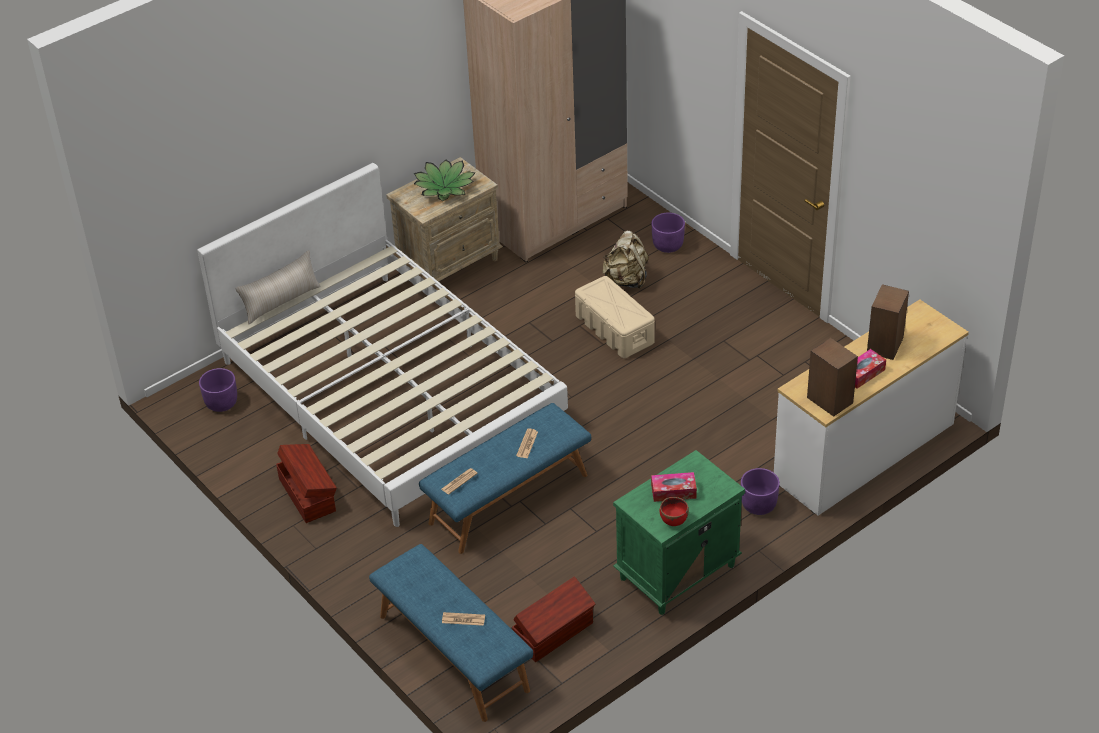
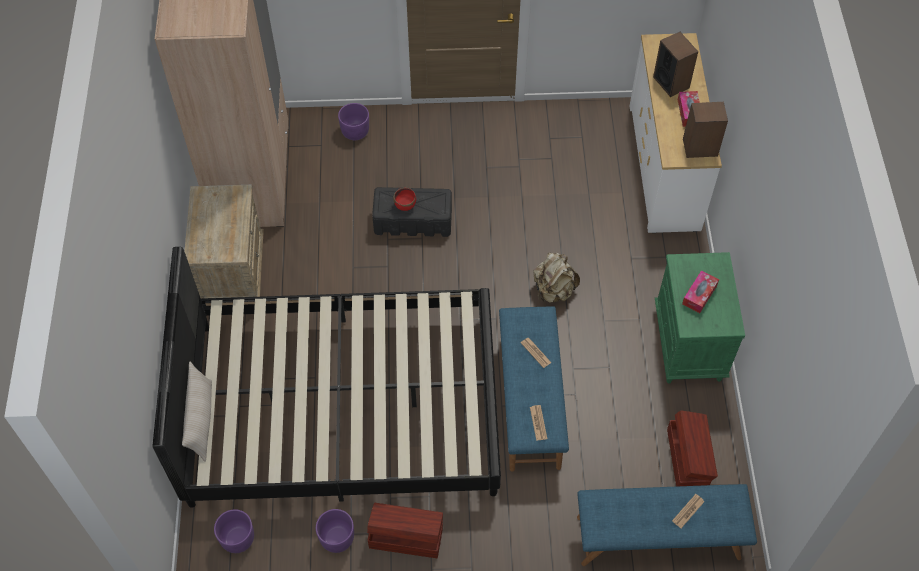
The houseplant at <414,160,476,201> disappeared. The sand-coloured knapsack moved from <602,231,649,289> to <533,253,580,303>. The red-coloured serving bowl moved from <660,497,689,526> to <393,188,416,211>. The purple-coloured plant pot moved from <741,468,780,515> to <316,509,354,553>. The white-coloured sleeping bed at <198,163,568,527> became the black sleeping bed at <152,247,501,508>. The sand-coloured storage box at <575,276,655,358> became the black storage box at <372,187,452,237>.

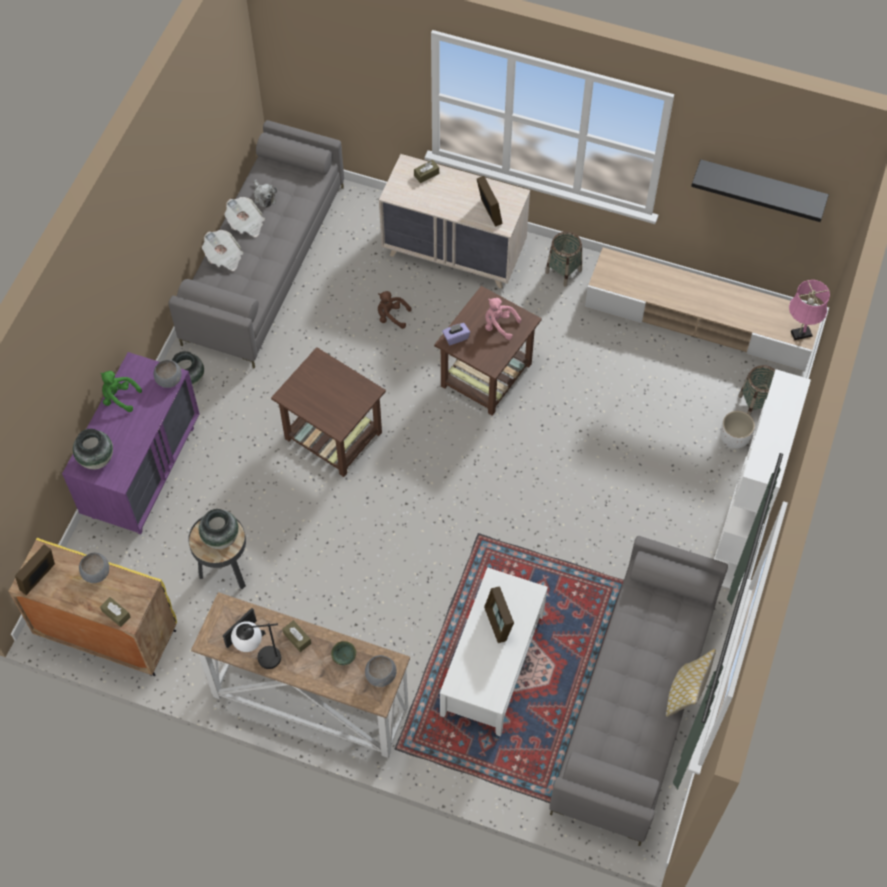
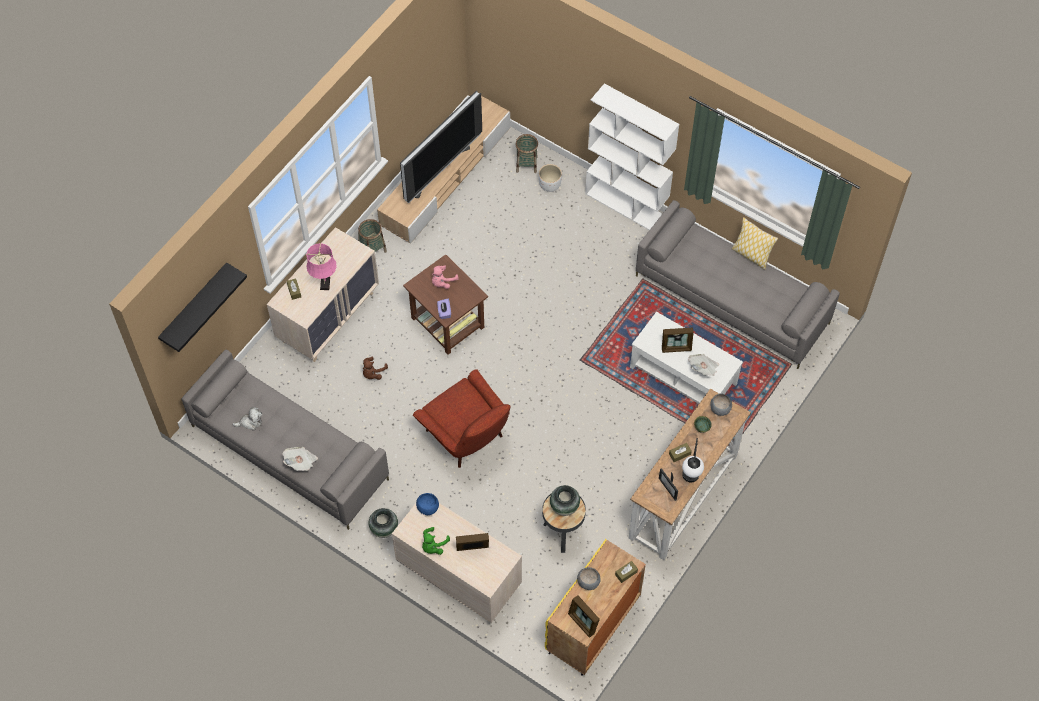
The vase at <73,429,113,470> disappeared. The television at <400,91,482,203> appeared. The daily paper moved from <225,197,265,237> to <688,354,719,376>. The picture frame moved from <477,176,503,227> to <456,533,489,551>. The black wall shelf moved from <691,159,829,222> to <158,262,247,352>. The pinkish tabletop lamp moved from <789,280,830,340> to <306,243,337,290>. The brown-coloured side table at <271,347,386,477> was replaced by the red-coloured lounge chair at <413,369,510,468>. The purple-coloured chest of drawers at <62,352,200,534> became the sand-coloured chest of drawers at <392,493,522,623>. The grey serving bowl at <154,360,182,388> became the bluish serving bowl at <416,493,439,515>.

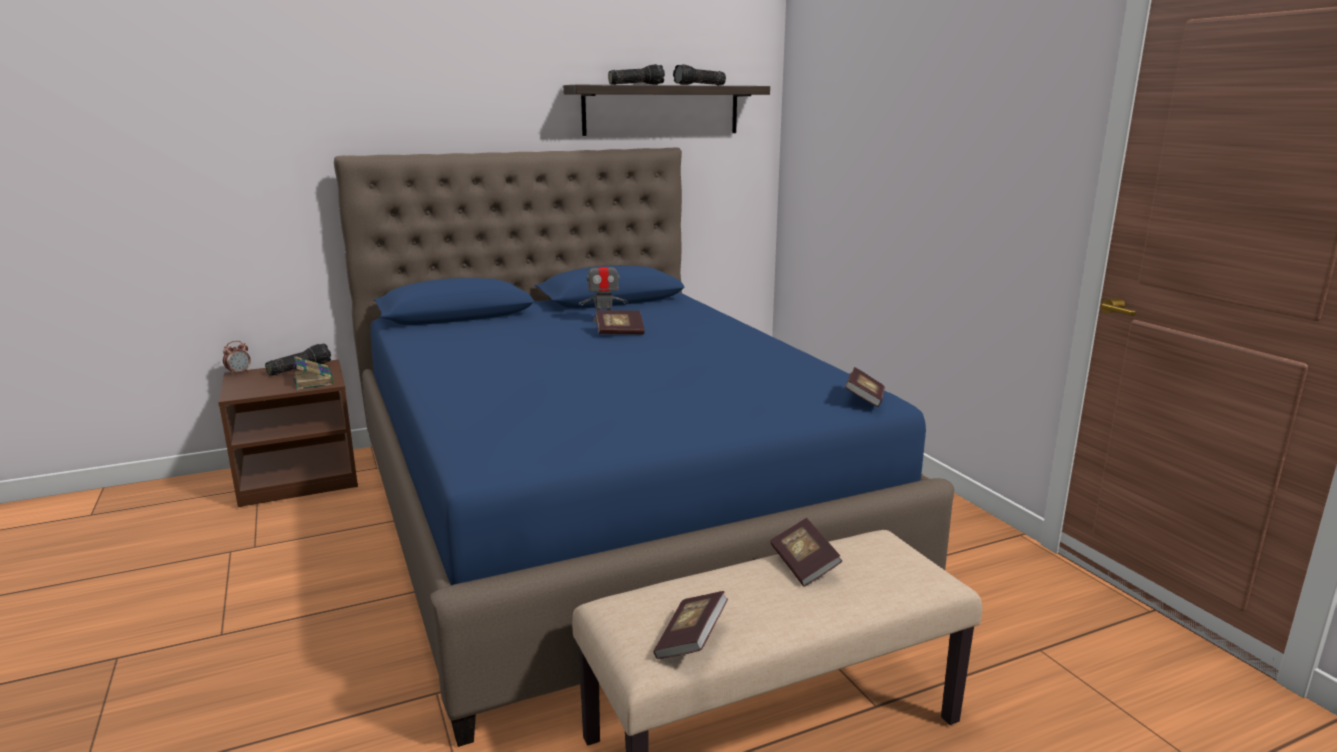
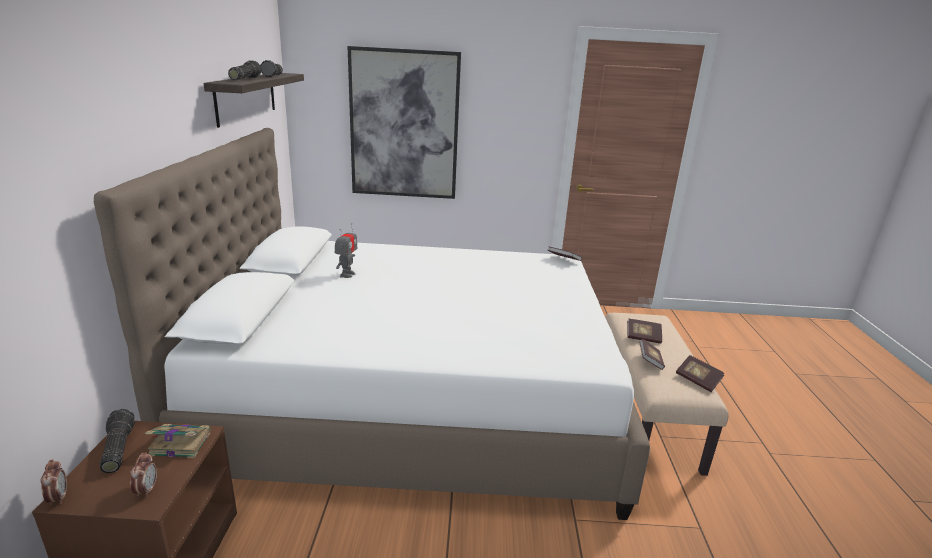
The bedside clock at <130,452,157,498> appeared. The wall picture at <348,46,461,199> appeared. The book moved from <595,310,645,335> to <639,339,665,370>. The bluish sleeping bed at <334,148,954,747> became the white-coloured sleeping bed at <94,128,650,520>.

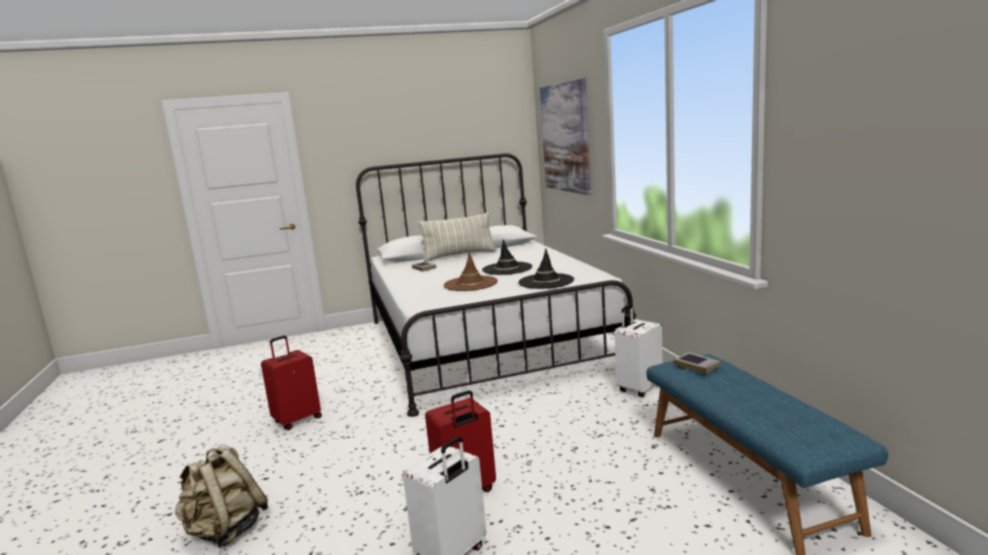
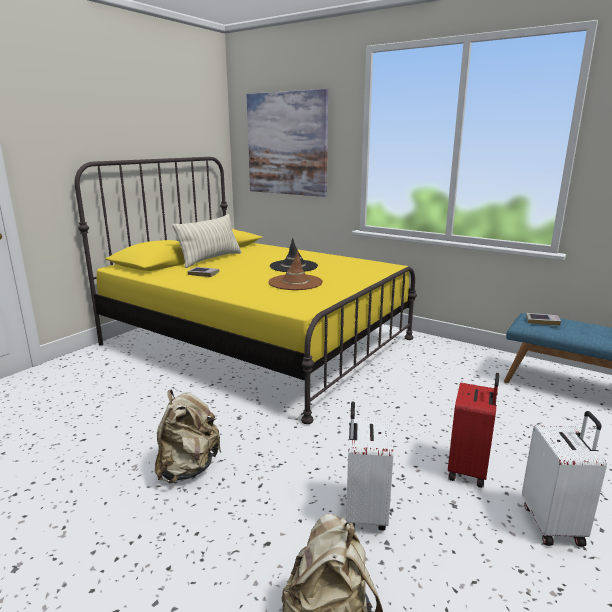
The black hat at <518,248,574,289> disappeared. The white-coloured suitcase moved from <614,305,663,397> to <346,401,394,530>. The red-coloured suitcase at <261,336,322,430> was replaced by the sand-coloured knapsack at <155,389,221,483>. The white-coloured sleeping bed at <356,153,636,417> became the yellowish sleeping bed at <75,157,417,424>.

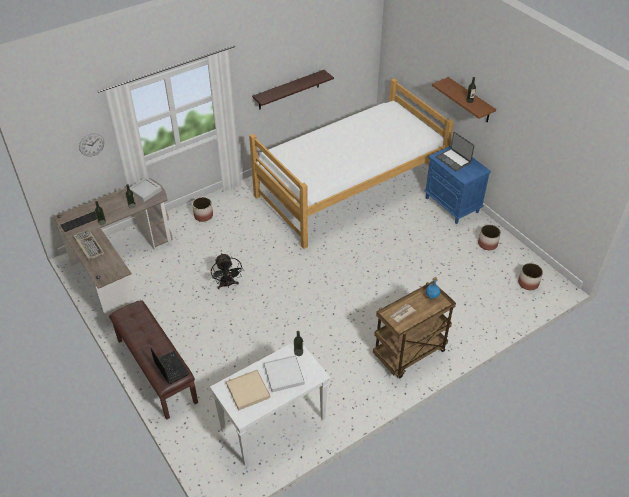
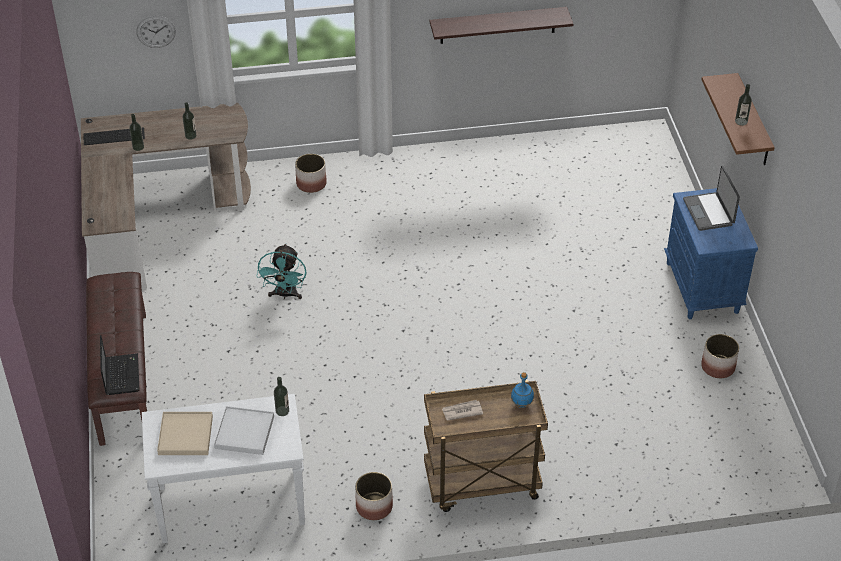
The PC keyboard at <73,229,105,260> disappeared. The grey tray at <129,177,162,202> disappeared. The sleeping bed at <249,78,454,249> disappeared. The plant pot moved from <518,263,543,290> to <355,472,393,520>. The black cooling fan at <211,253,243,289> became the turquoise cooling fan at <256,243,307,300>.

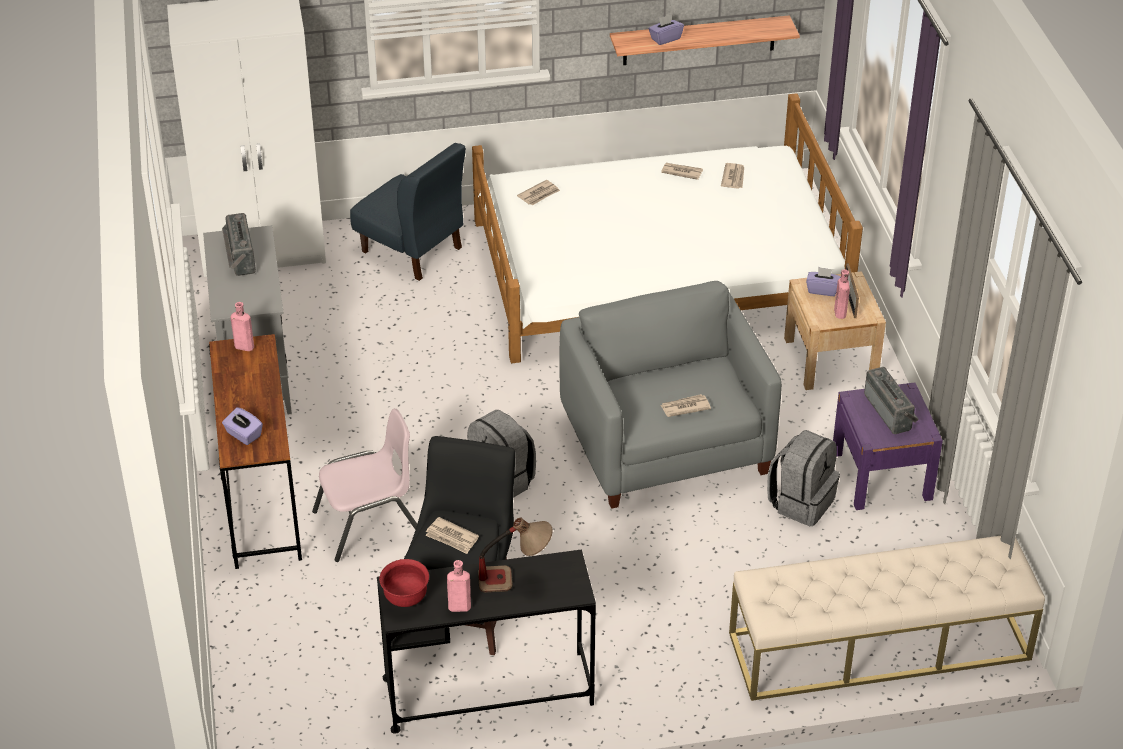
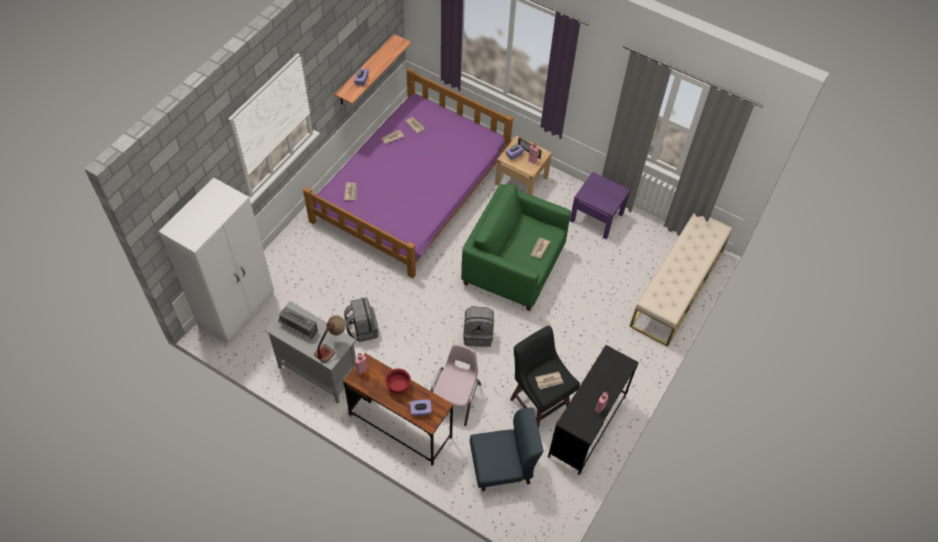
The radio at <864,367,919,434> disappeared. The bluish upright chair moved from <350,143,466,281> to <470,407,544,491>. The red-coloured serving bowl moved from <379,559,429,607> to <385,369,411,394>. The tabletop lamp moved from <478,518,553,593> to <314,315,345,363>. The grey knapsack moved from <767,430,840,526> to <344,297,378,342>. The white-coloured sleeping bed at <472,93,863,363> became the purple-coloured sleeping bed at <303,68,513,278>. The grey lounge chair at <560,281,782,509> became the greenish lounge chair at <461,184,571,311>.

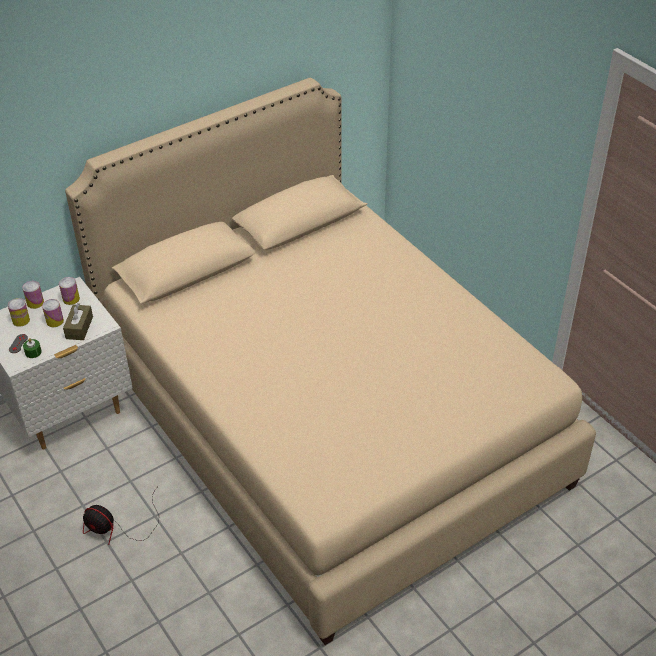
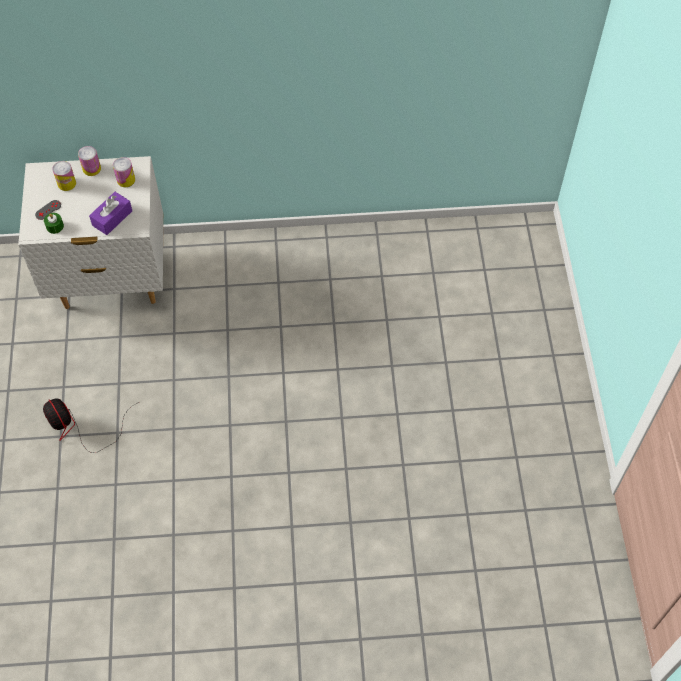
The metal can at <42,299,64,327> disappeared. The sand-coloured sleeping bed at <65,77,596,645> disappeared. The brown-coloured tissue box at <63,303,93,340> became the purple-coloured tissue box at <89,192,132,235>.

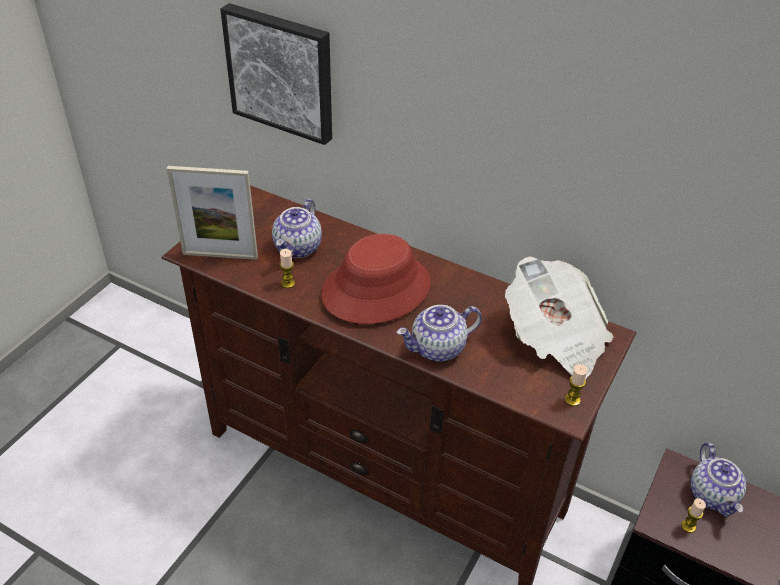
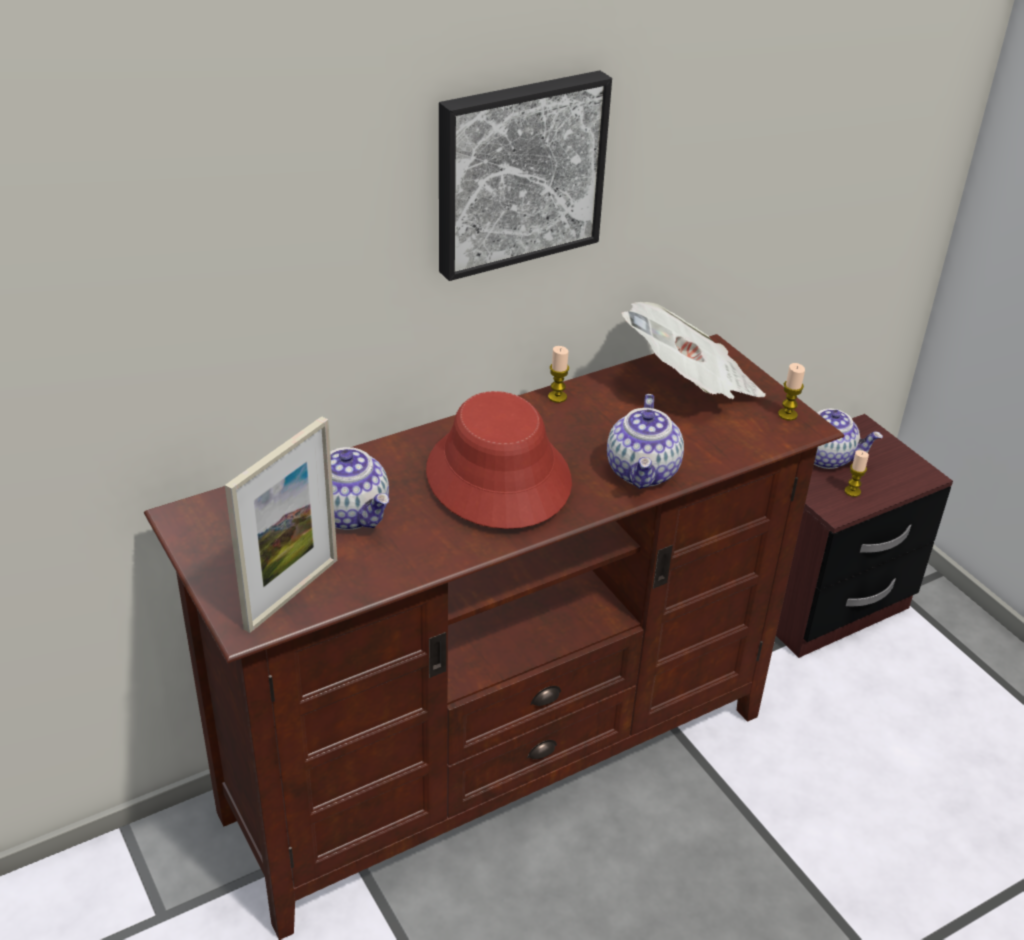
The wall picture moved from <220,3,332,145> to <439,70,612,281>. The wax light moved from <279,249,295,288> to <548,346,569,403>.

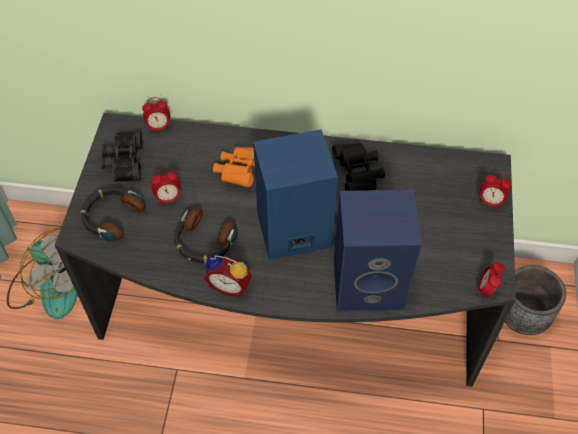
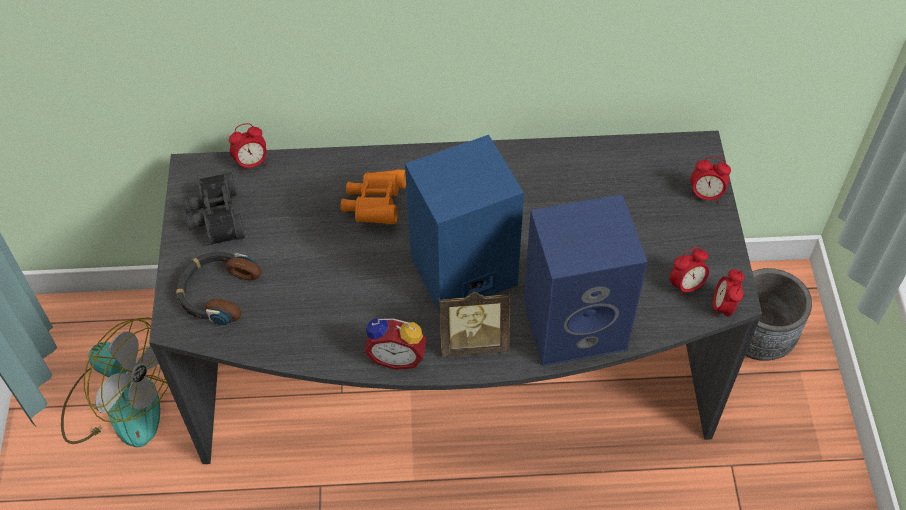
The pair of headphones at <174,207,238,264> disappeared. The black binoculars at <332,143,385,191> disappeared. The picture frame at <439,292,510,357> appeared. The bedside clock moved from <151,169,181,206> to <670,247,709,298>.

